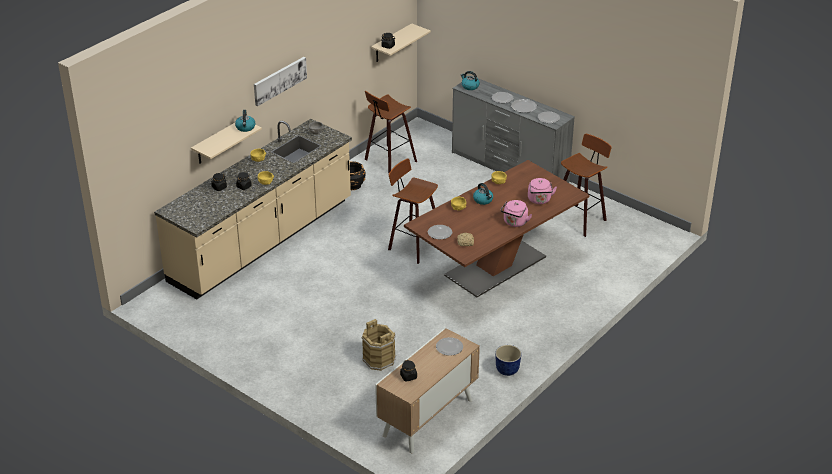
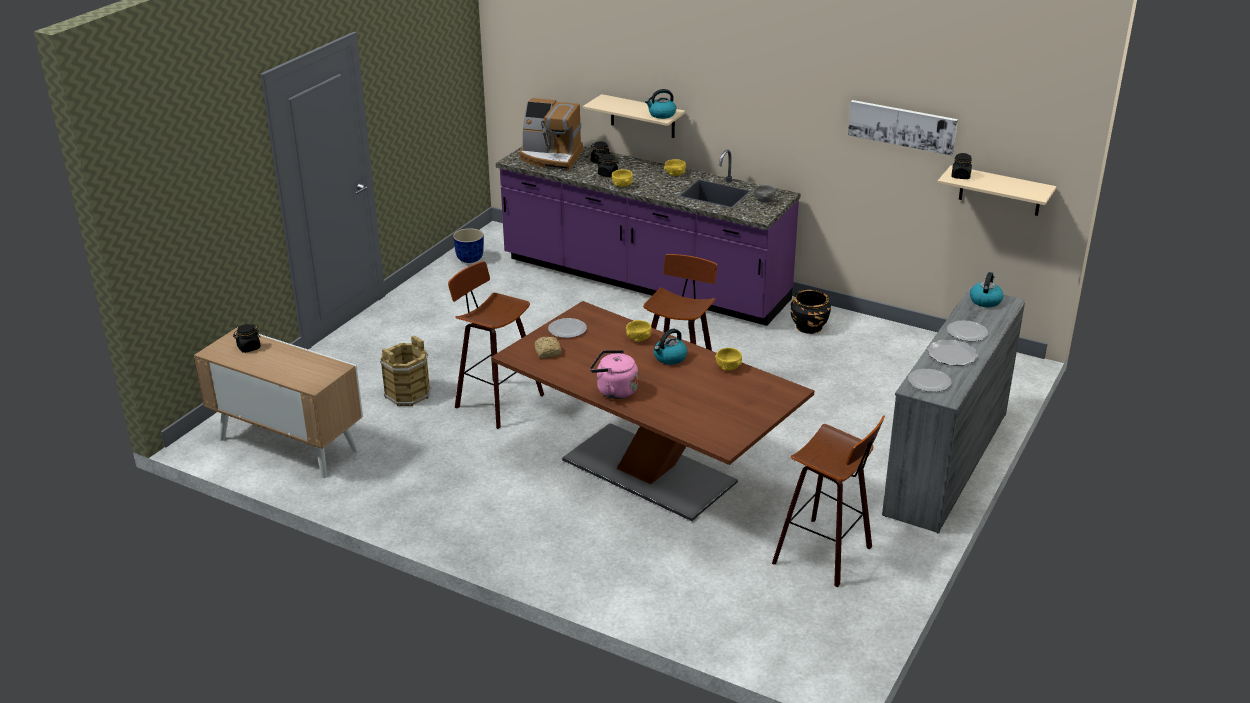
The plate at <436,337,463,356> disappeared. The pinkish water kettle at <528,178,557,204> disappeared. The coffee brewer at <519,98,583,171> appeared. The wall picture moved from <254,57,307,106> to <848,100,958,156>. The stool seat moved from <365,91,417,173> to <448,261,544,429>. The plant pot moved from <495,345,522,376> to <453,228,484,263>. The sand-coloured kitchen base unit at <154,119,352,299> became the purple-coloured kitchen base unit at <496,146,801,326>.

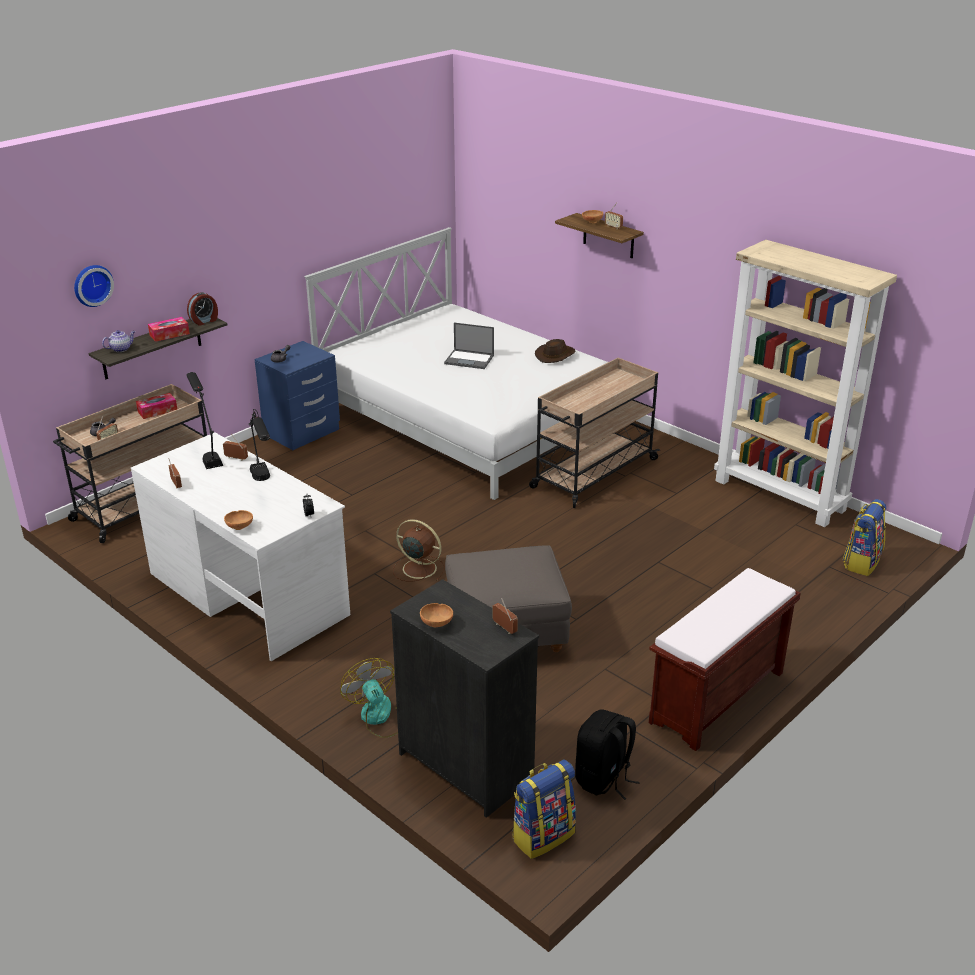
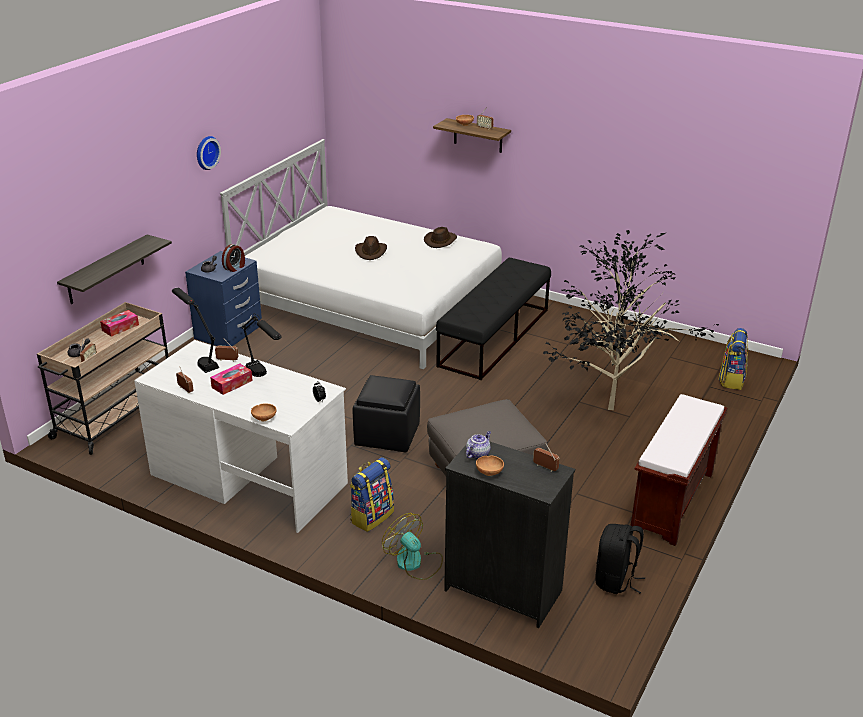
The sand-coloured bookshelf at <714,240,897,527> disappeared. The houseplant at <543,230,719,410> appeared. The hanging clock moved from <74,265,114,307> to <197,136,221,170>. The pot for tea moved from <102,330,135,352> to <466,431,491,459>. The tissue box moved from <148,317,190,342> to <210,363,253,395>. The bedside clock moved from <187,292,218,326> to <222,244,245,272>. The knapsack moved from <512,759,576,859> to <350,457,394,532>. The brown-coloured cooling fan at <393,519,445,582> was replaced by the black ottoman at <353,375,420,452>. The laptop at <444,323,494,369> was replaced by the brown-coloured hat at <355,236,387,260>. The sand-coloured trolley at <529,358,660,508> was replaced by the black bench at <436,258,551,380>.

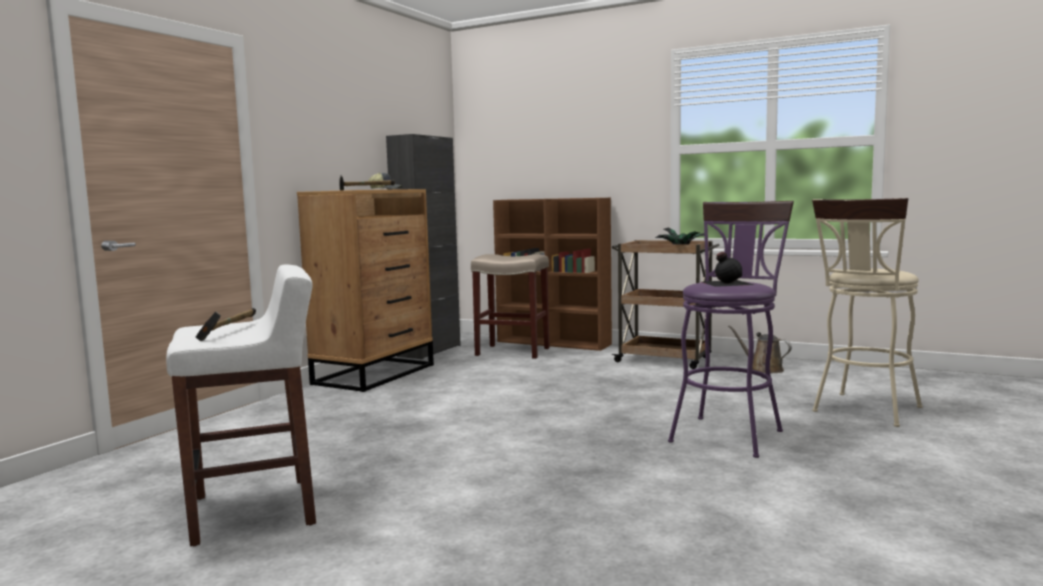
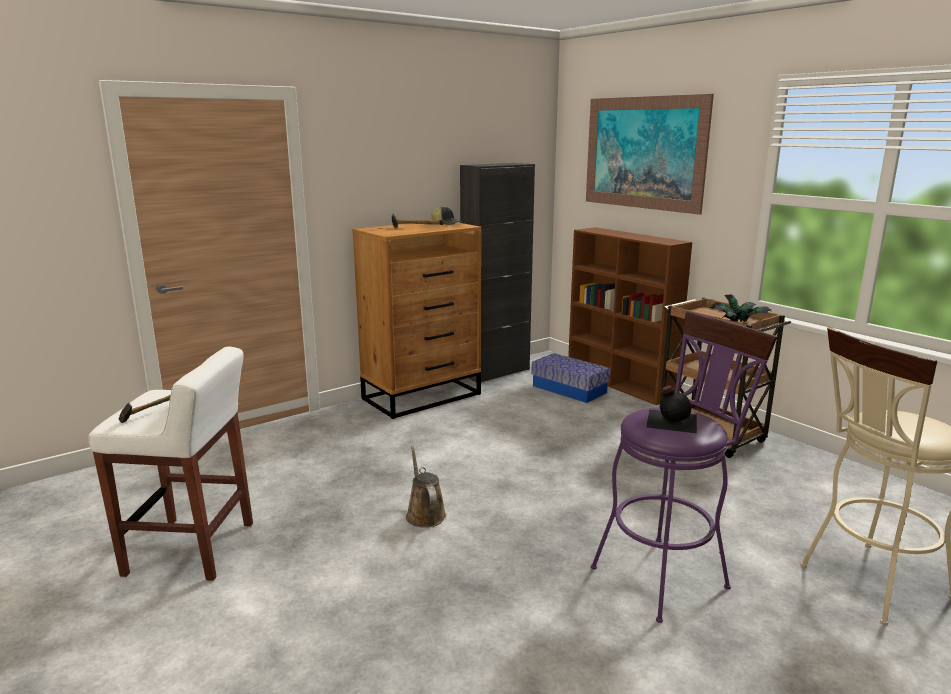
The wall picture at <586,94,714,215> appeared. The brown-coloured watering can moved from <728,325,792,373> to <406,445,446,528>. The sand-coloured stool seat at <471,254,550,359> was replaced by the storage box at <531,353,610,403>.

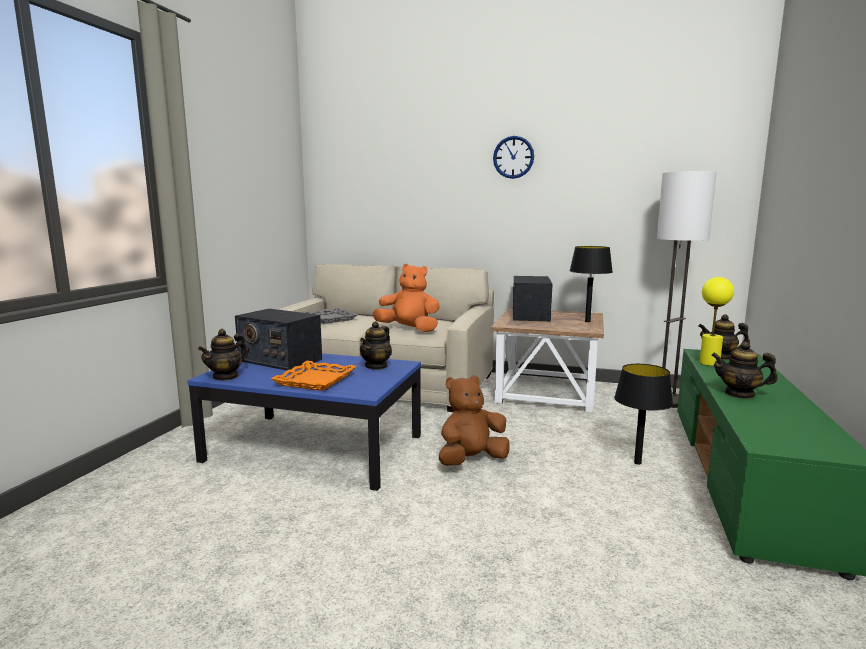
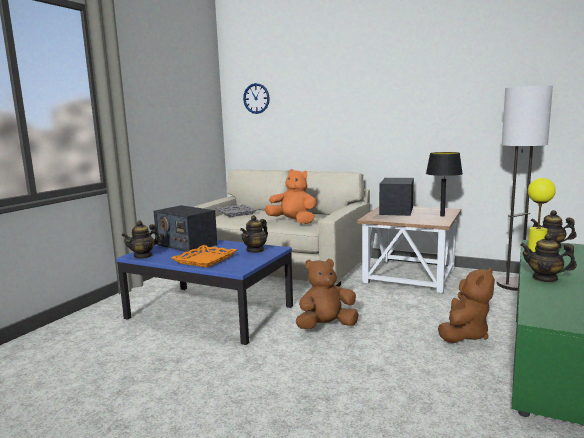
The hanging clock moved from <493,136,534,179> to <243,83,270,114>. The black tabletop lamp at <614,364,673,465> was replaced by the brown-coloured soft toy at <438,268,495,343>.

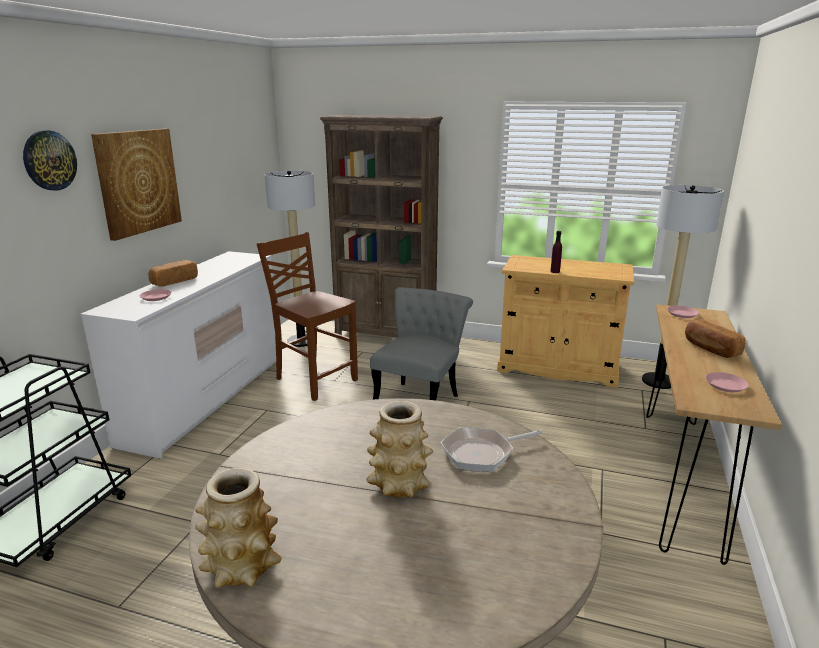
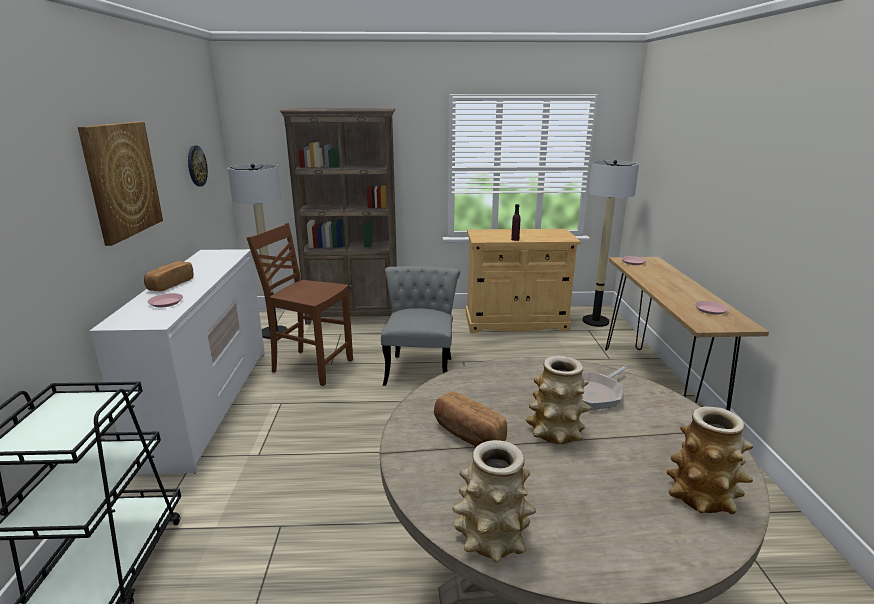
The vase at <667,406,753,514> appeared. The hanging clock moved from <23,130,77,191> to <188,145,208,187>. The bread moved from <685,319,746,358> to <434,391,507,447>.

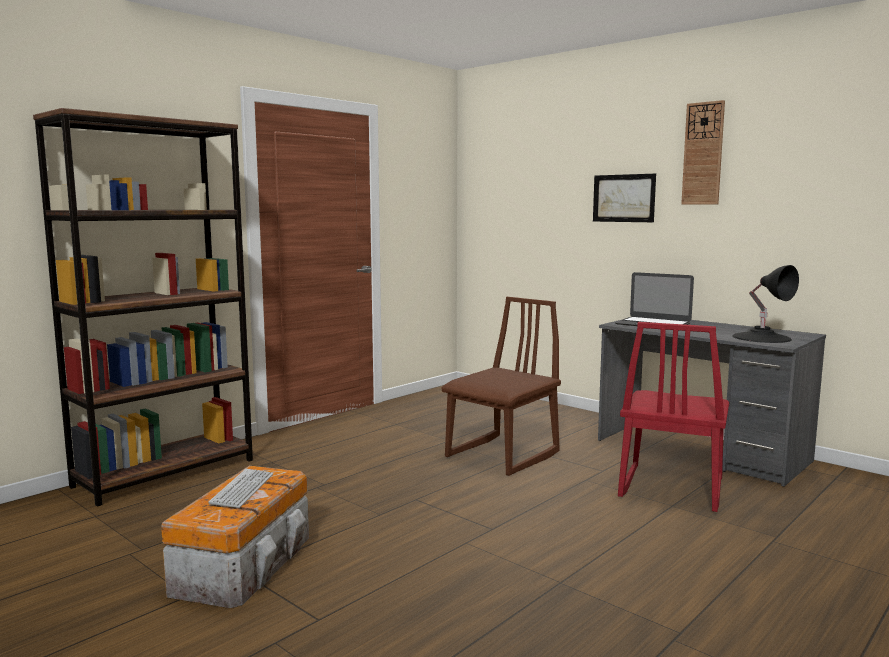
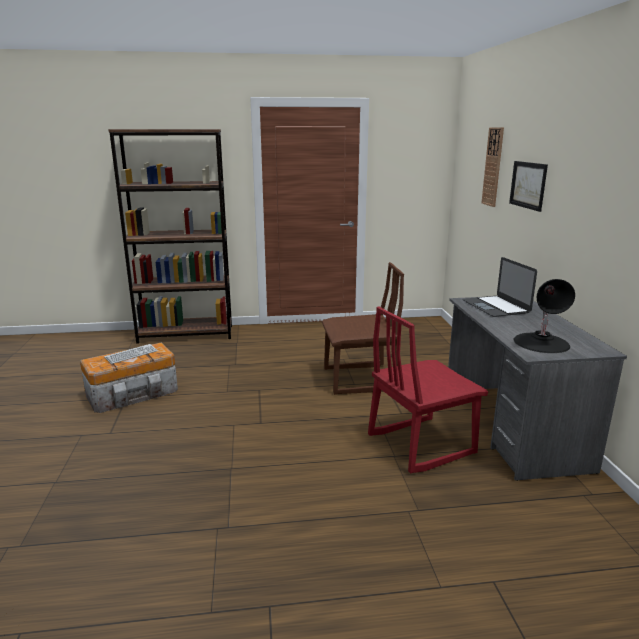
The hanging clock moved from <681,100,725,204> to <481,127,504,207>.

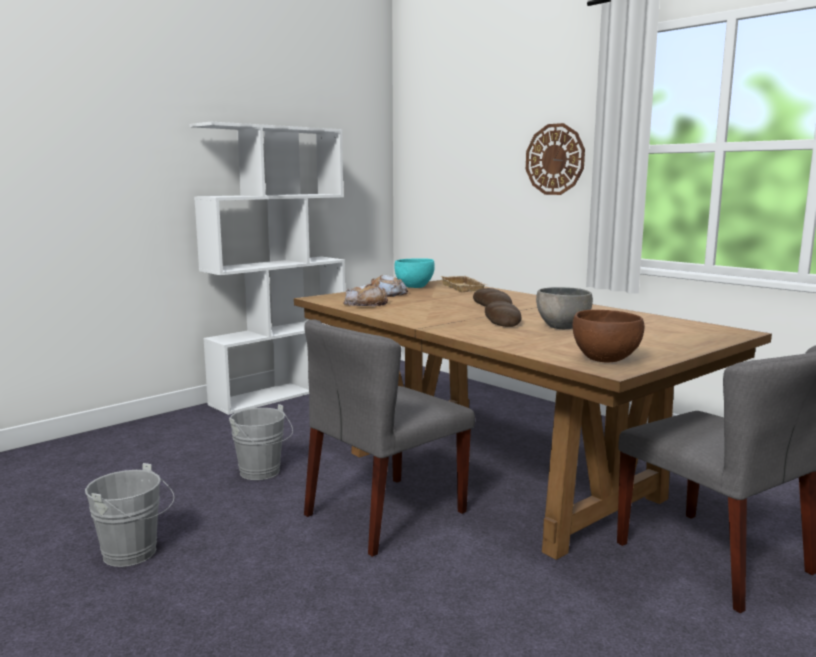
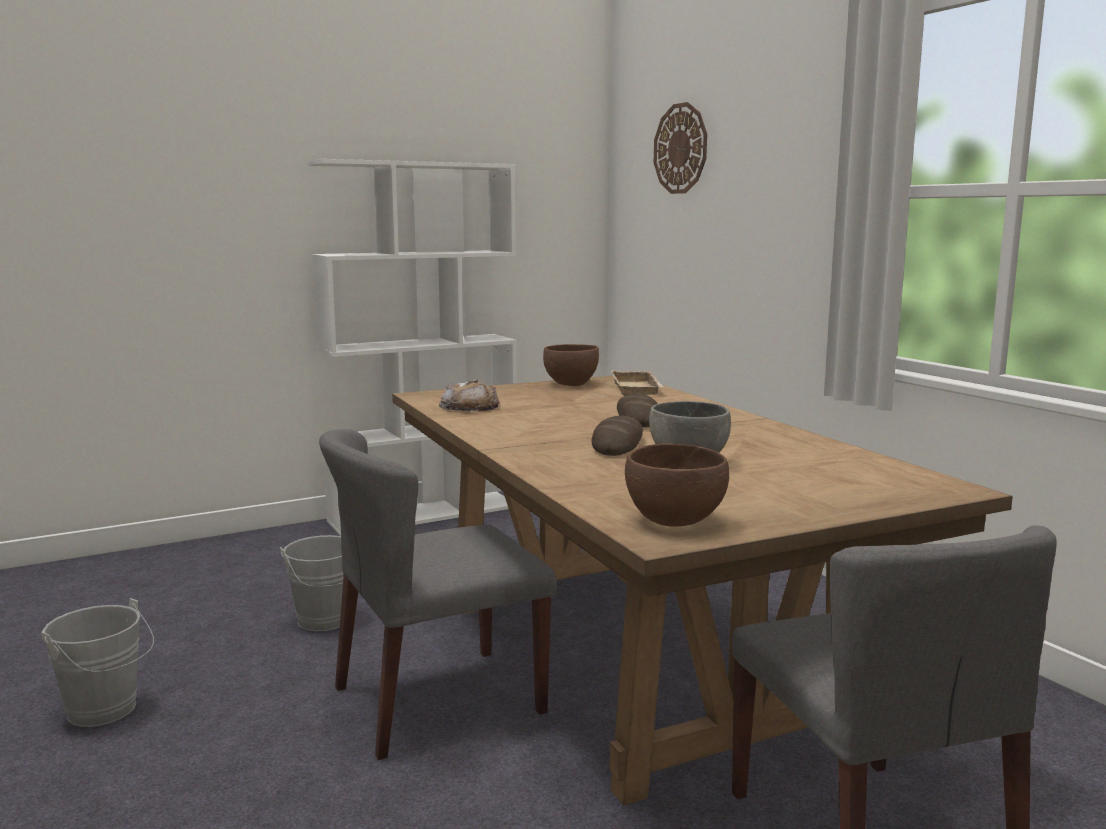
The bread at <371,275,408,297> disappeared. The hanging clock moved from <526,123,585,195> to <654,102,707,194>. The turquoise serving bowl at <394,259,435,288> became the brown-coloured serving bowl at <543,344,599,386>.

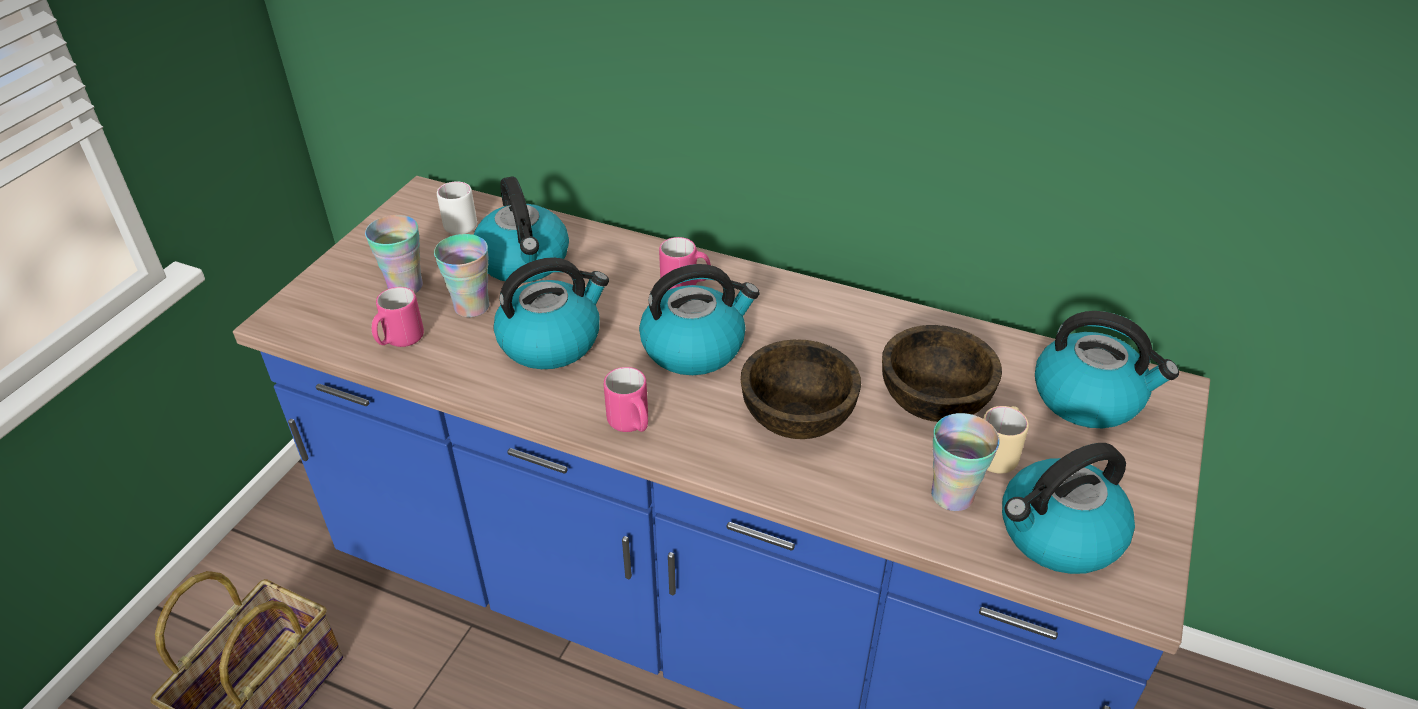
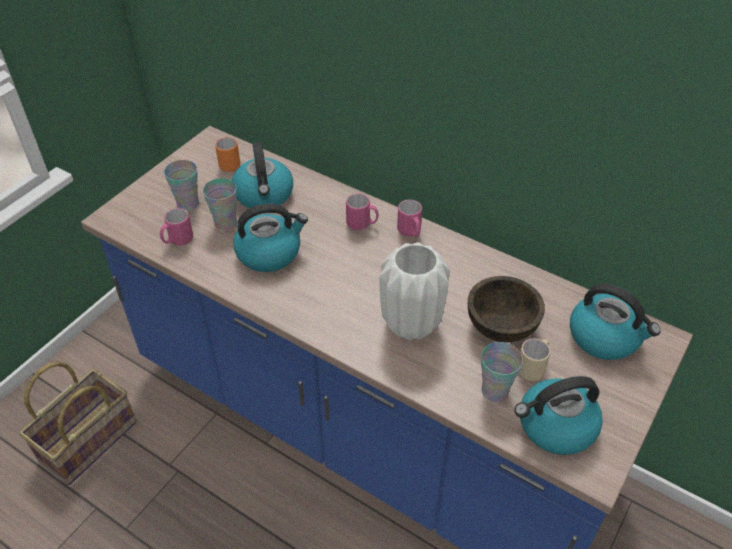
The water kettle at <639,264,760,375> disappeared. The pinkish coffee mug moved from <604,367,648,432> to <397,200,422,237>. The brown-coloured serving bowl at <741,339,861,439> was replaced by the white-coloured vase at <379,242,450,340>. The white-coloured coffee mug at <437,181,477,235> became the orange coffee mug at <215,137,240,172>.

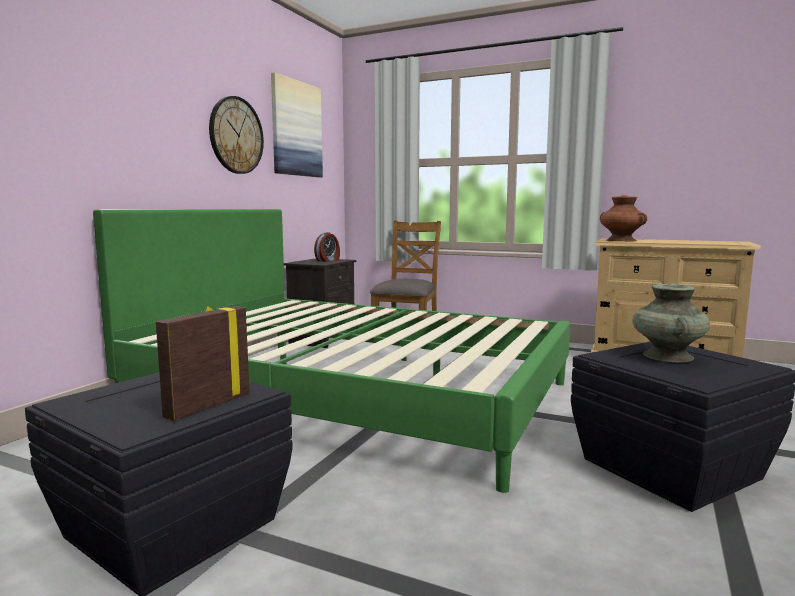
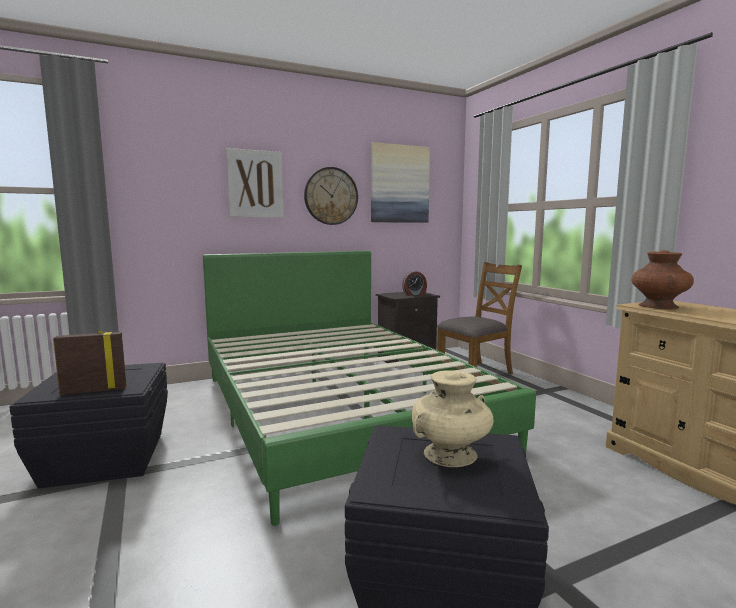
The wall picture at <226,148,284,217> appeared. The turquoise vase at <632,283,710,363> became the sand-coloured vase at <412,370,494,467>.

